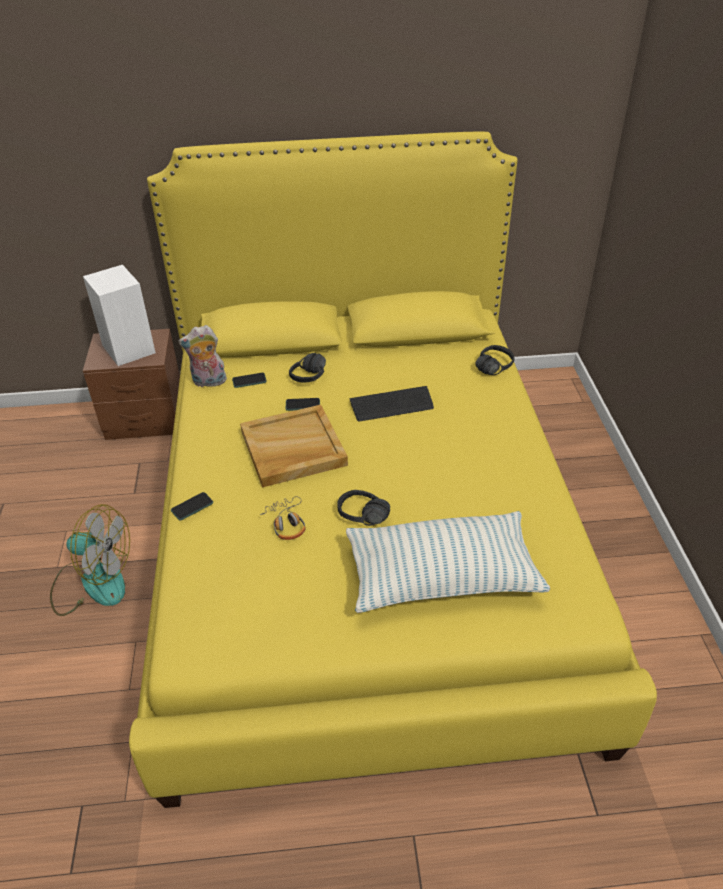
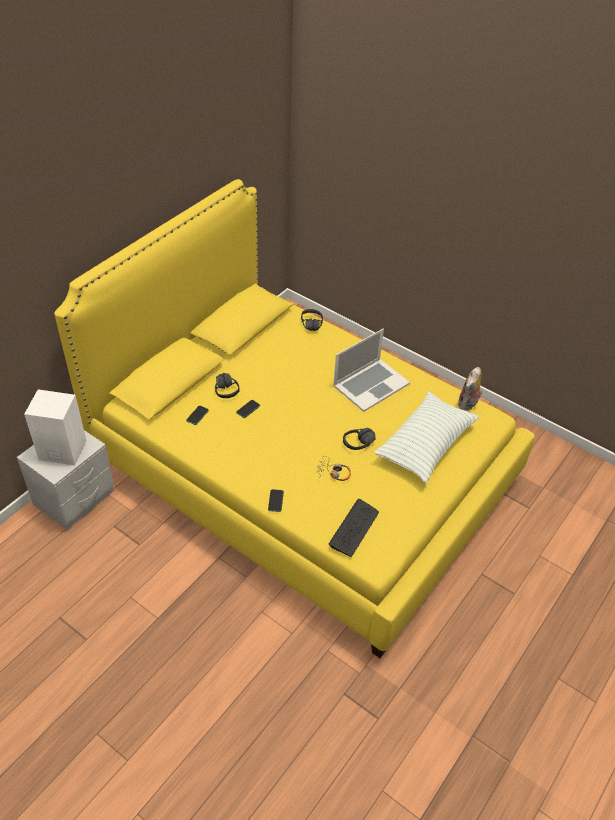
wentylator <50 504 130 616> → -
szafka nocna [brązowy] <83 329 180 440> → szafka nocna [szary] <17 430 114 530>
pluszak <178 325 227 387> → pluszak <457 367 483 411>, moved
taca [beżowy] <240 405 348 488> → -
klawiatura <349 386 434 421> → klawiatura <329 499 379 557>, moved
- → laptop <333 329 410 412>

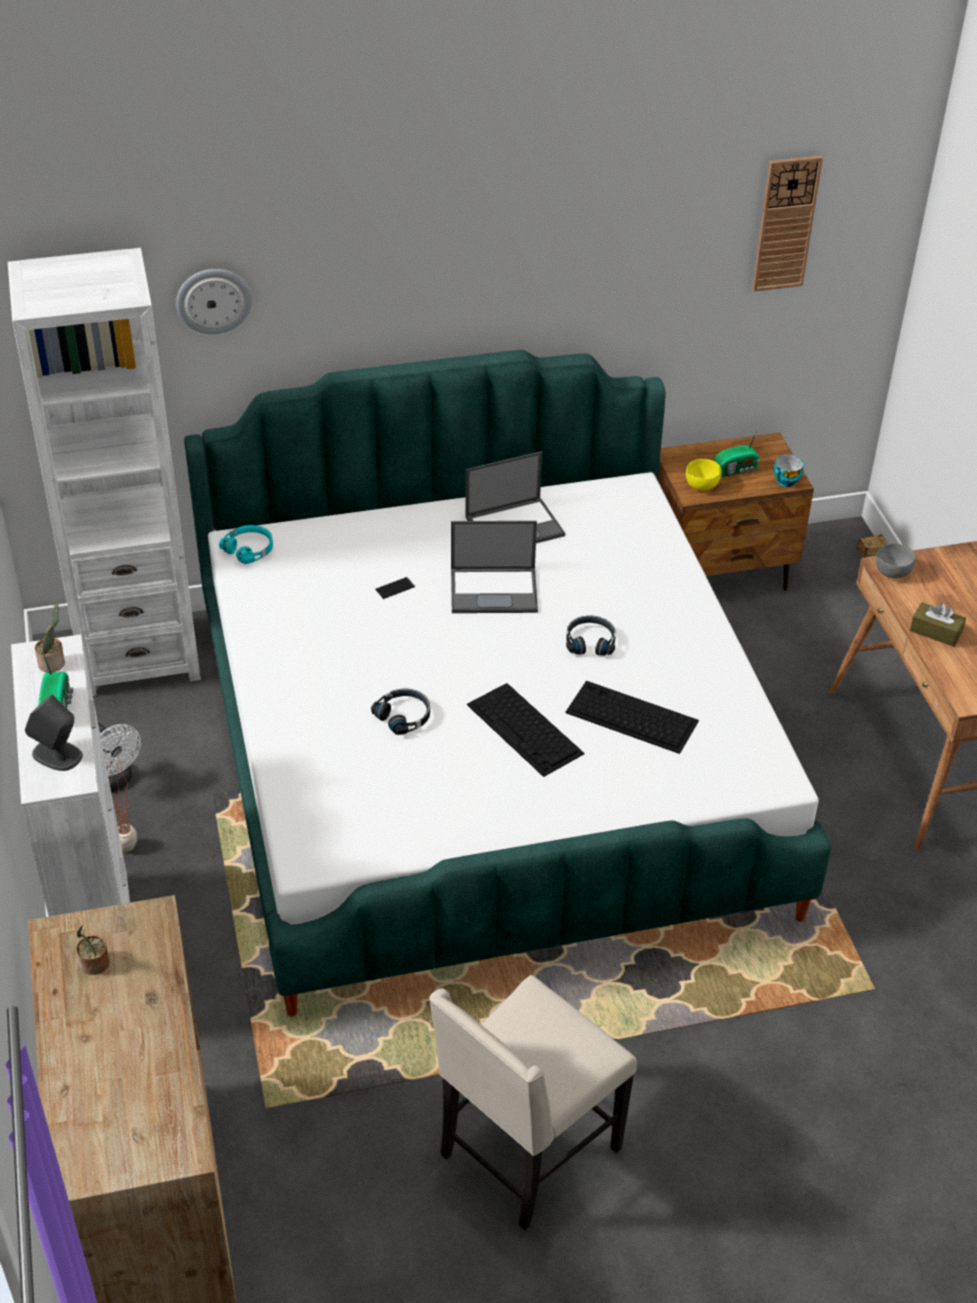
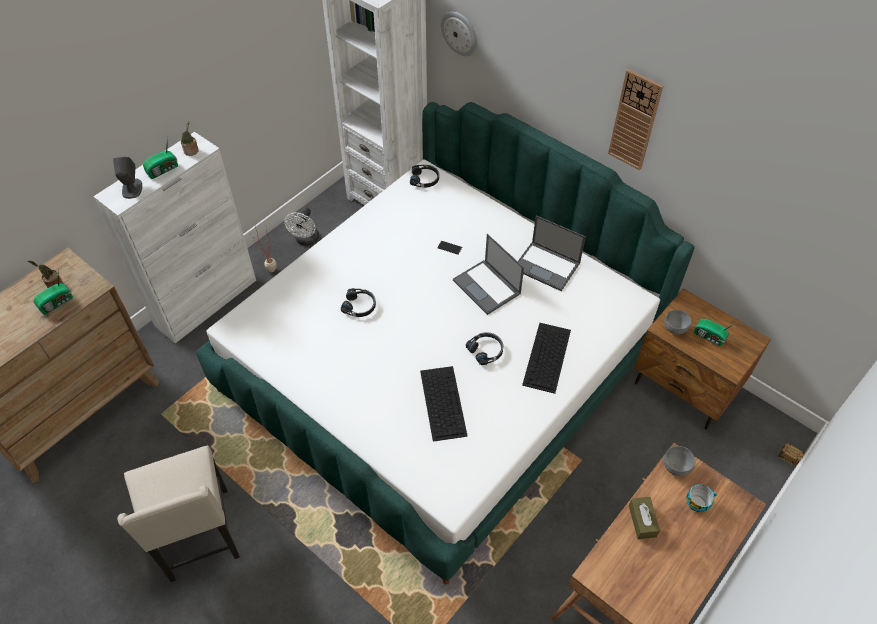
słuchawki [turkusowy] <219 525 273 564> → słuchawki [czarny] <410 165 439 187>
krzesło [beżowy] <429 975 637 1230> → krzesło [beżowy] <117 446 240 582>, 120 degrees counterclockwise
klawiatura <467 683 585 777> → klawiatura <522 323 571 394>, moved
miska [żółty] <686 459 722 491> → miska [szary] <664 310 692 335>
zegar ścienny <753 156 823 291> → zegar ścienny <608 69 663 170>, moved
filiżanka <774 455 803 487> → filiżanka <687 484 717 512>, moved
- → radio <34 271 73 315>

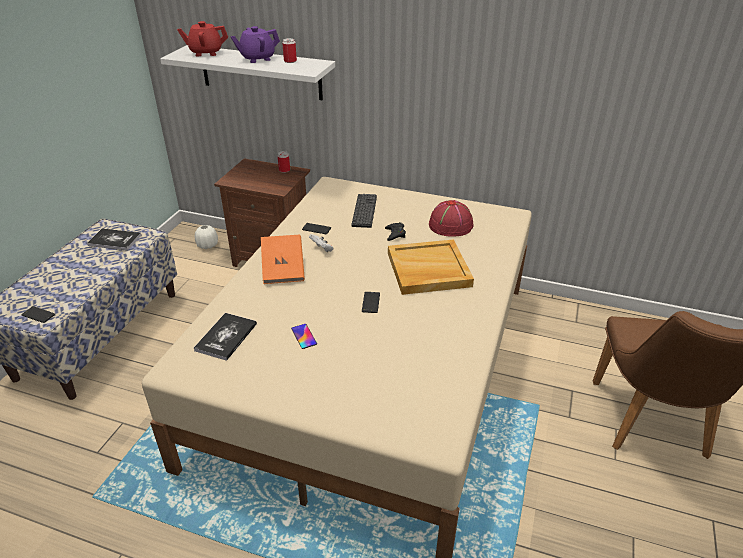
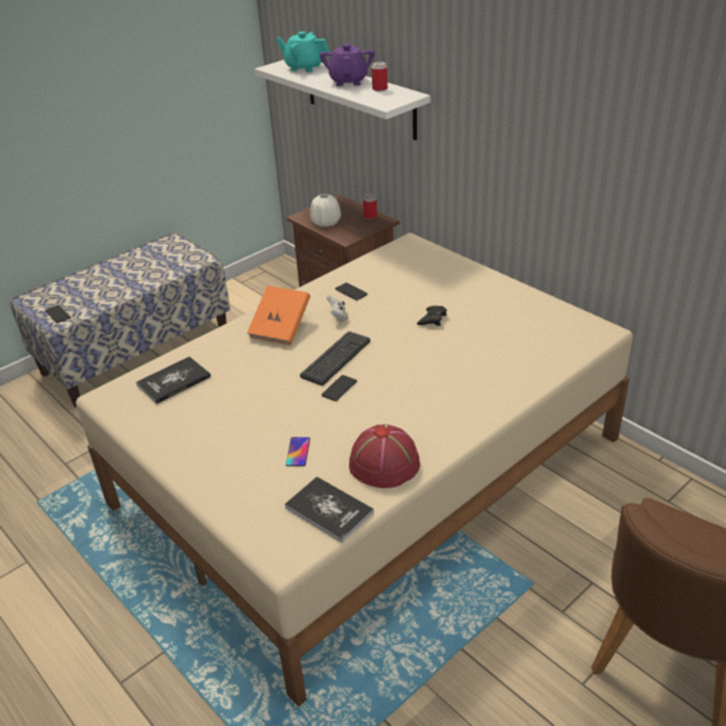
książka <87 229 141 251> → książka <285 477 374 543>, moved
imbryk [czerwony] <177 21 228 57> → imbryk [turkusowy] <276 31 329 72>
wazon [biały] <195 225 218 249> → wazon [biały] <310 194 341 227>, moved
imbryk [fioletowy] <231 26 280 63> → imbryk [fioletowy] <320 44 375 86>, 90 degrees clockwise
telefon <291 324 317 349> → telefon <286 437 310 466>, moved
klawiatura <352 194 377 228> → klawiatura <300 331 370 386>, moved
taca [beżowy] <388 239 474 295> → -
kapelusz [czerwony] <429 200 474 237> → kapelusz [czerwony] <349 425 420 488>, moved

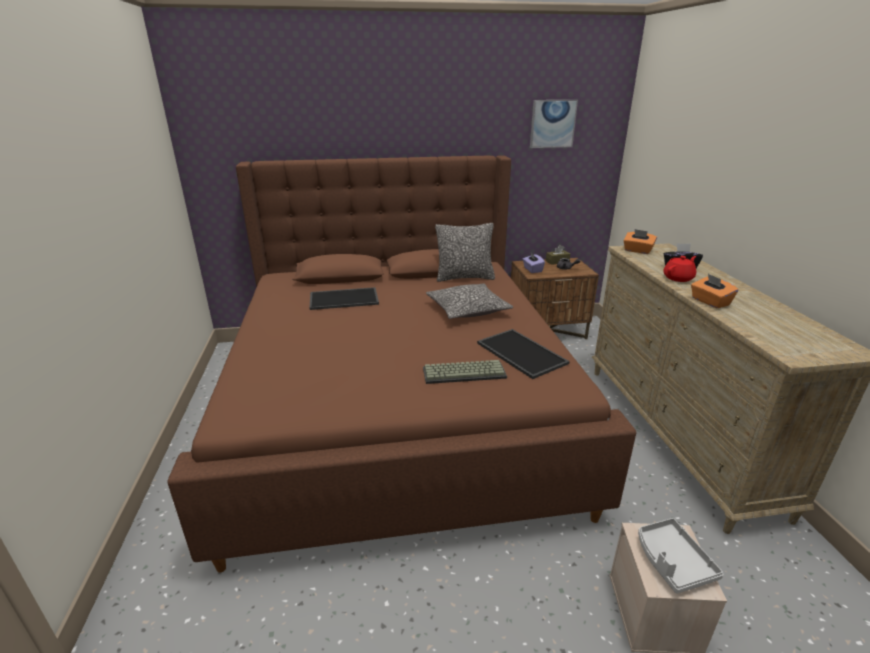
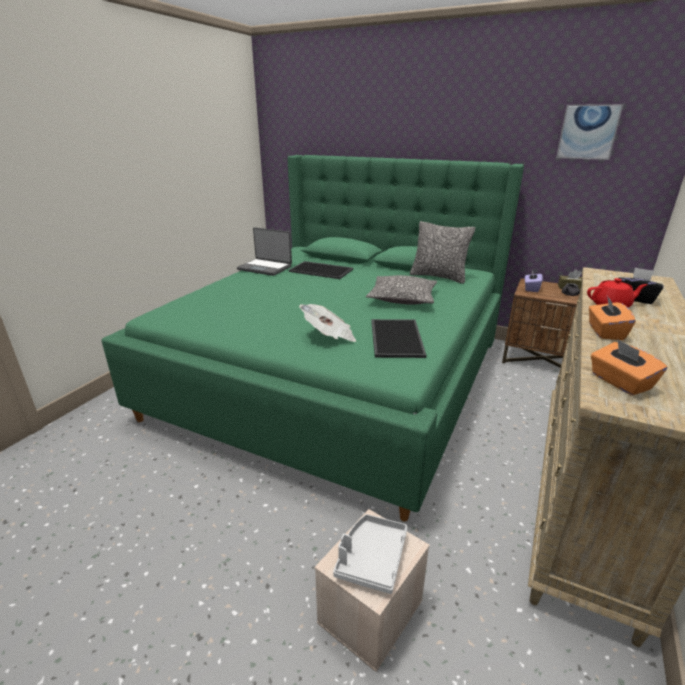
łóżko [brązowy] <168 155 636 573> → łóżko [zielony] <102 155 524 522>
klawiatura <423 360 507 384> → gazeta <299 304 356 342>
pudełko chusteczek [pomarańczowy] <623 229 657 254> → pudełko chusteczek [pomarańczowy] <591 340 667 395>, moved
- → laptop <237 227 292 276>

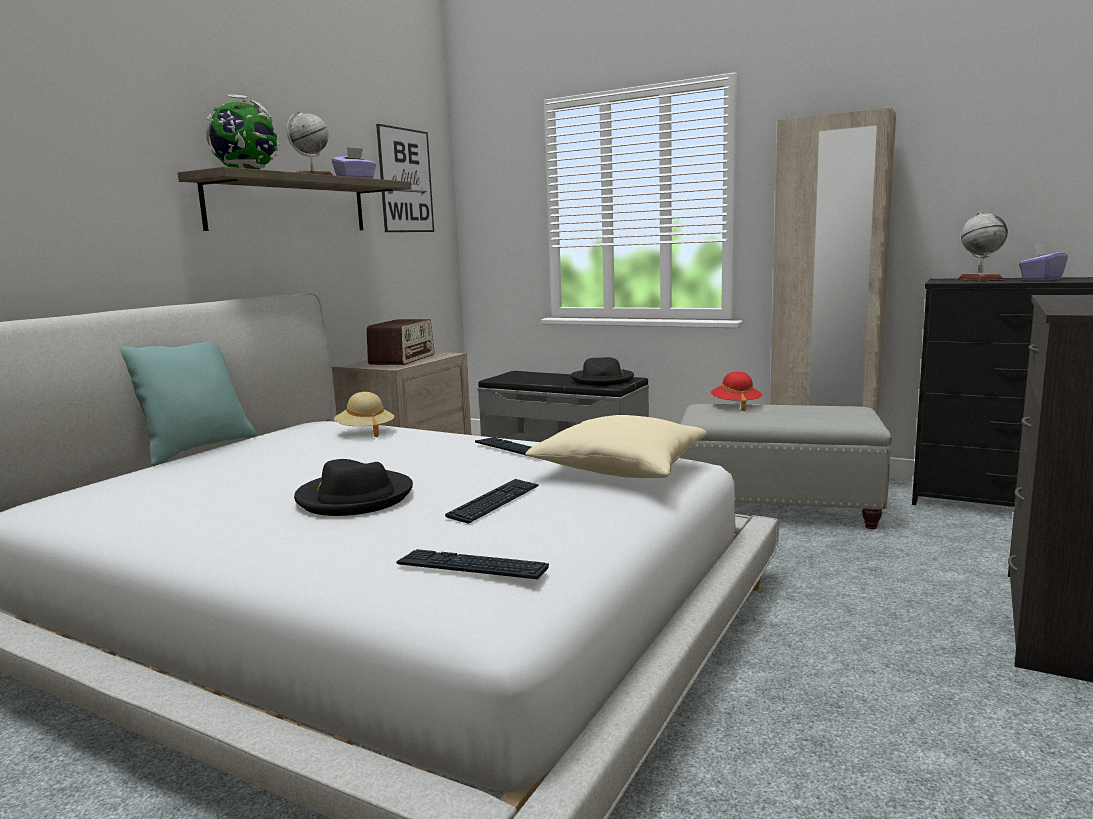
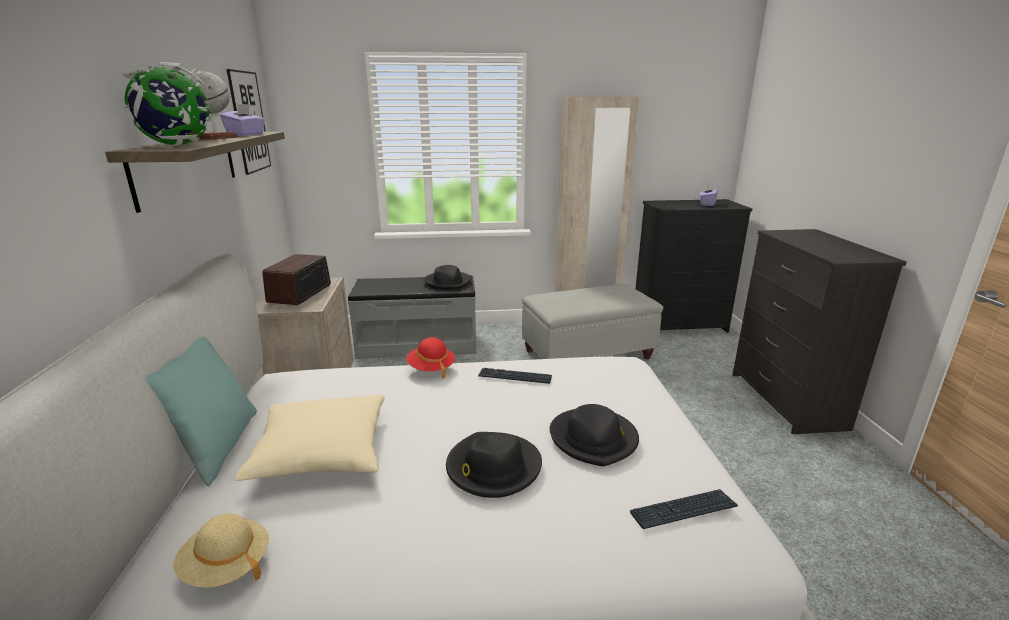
kapelusz [beżowy] <334 392 394 437> → kapelusz [beżowy] <173 513 269 587>, moved
radio <367 319 434 365> → radio <262 254 331 305>, 150 degrees counterclockwise
klawiatura <445 479 539 524> → kapelusz [czarny] <550 404 639 466>
poduszka [beżowy] <526 415 707 478> → poduszka [beżowy] <234 395 385 481>, moved
kapelusz [czerwony] <711 371 762 411> → kapelusz [czerwony] <406 337 455 378>, moved
globus <958 211 1008 281> → -

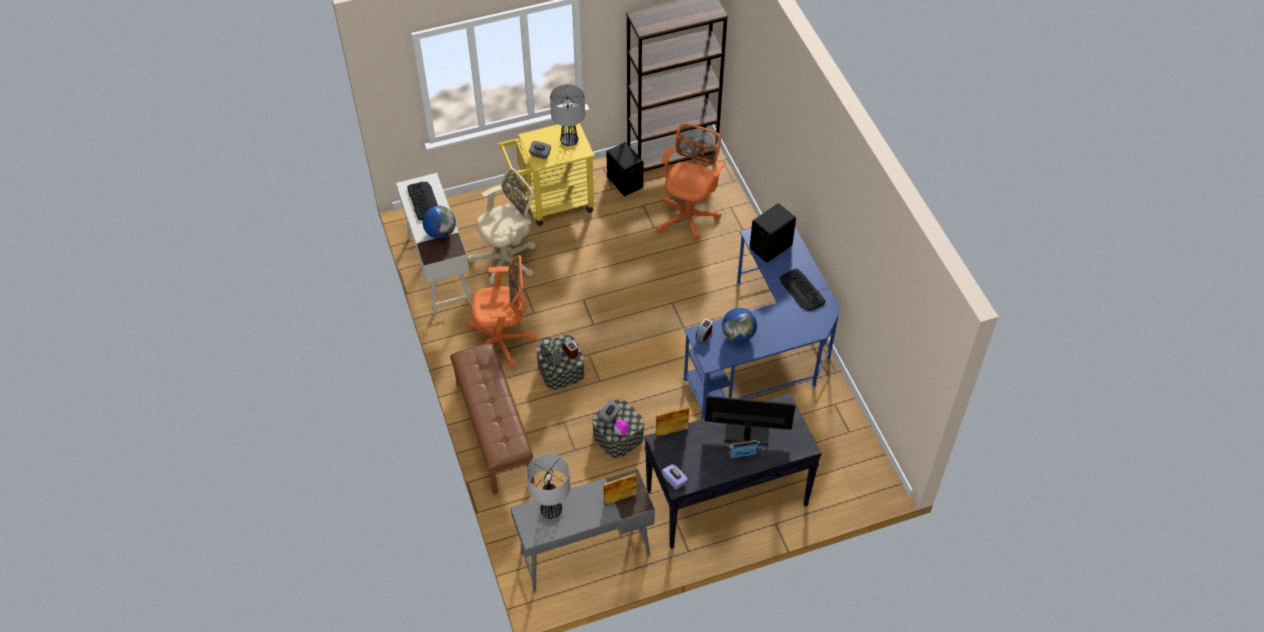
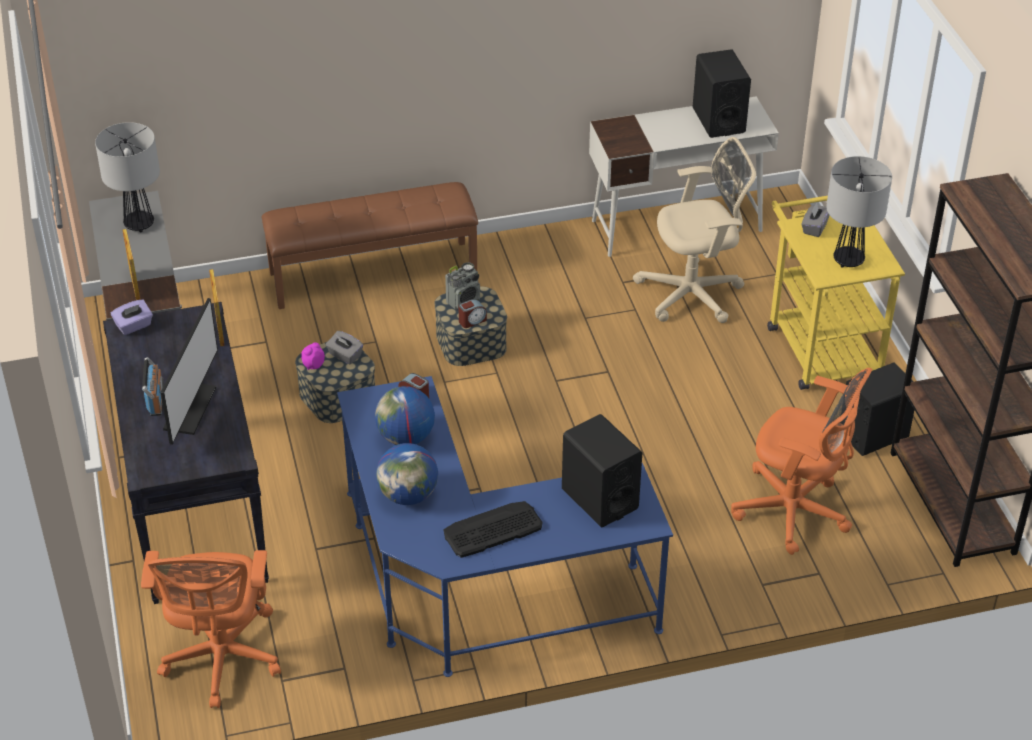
klawiatura <407 182 438 220> → głośnik [czarny] <693 49 751 138>
globus <423 206 456 239> → globus <376 443 438 505>, moved
krzesło biurowe [pomarańczowy] <466 255 536 367> → krzesło biurowe [pomarańczowy] <141 550 281 708>, moved
krzesło biurowe [beżowy] <467 168 536 285> → krzesło biurowe [beżowy] <633 137 756 323>, 75 degrees counterclockwise

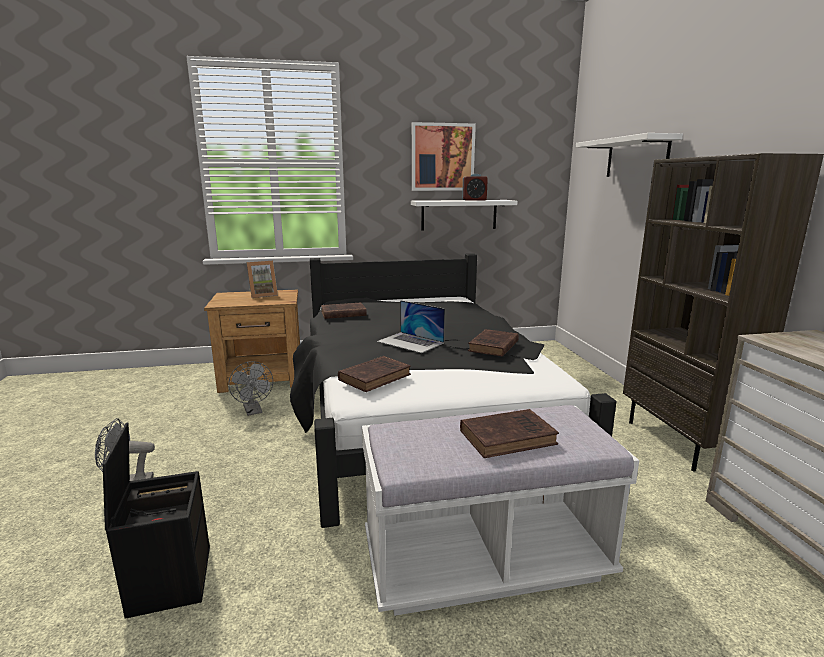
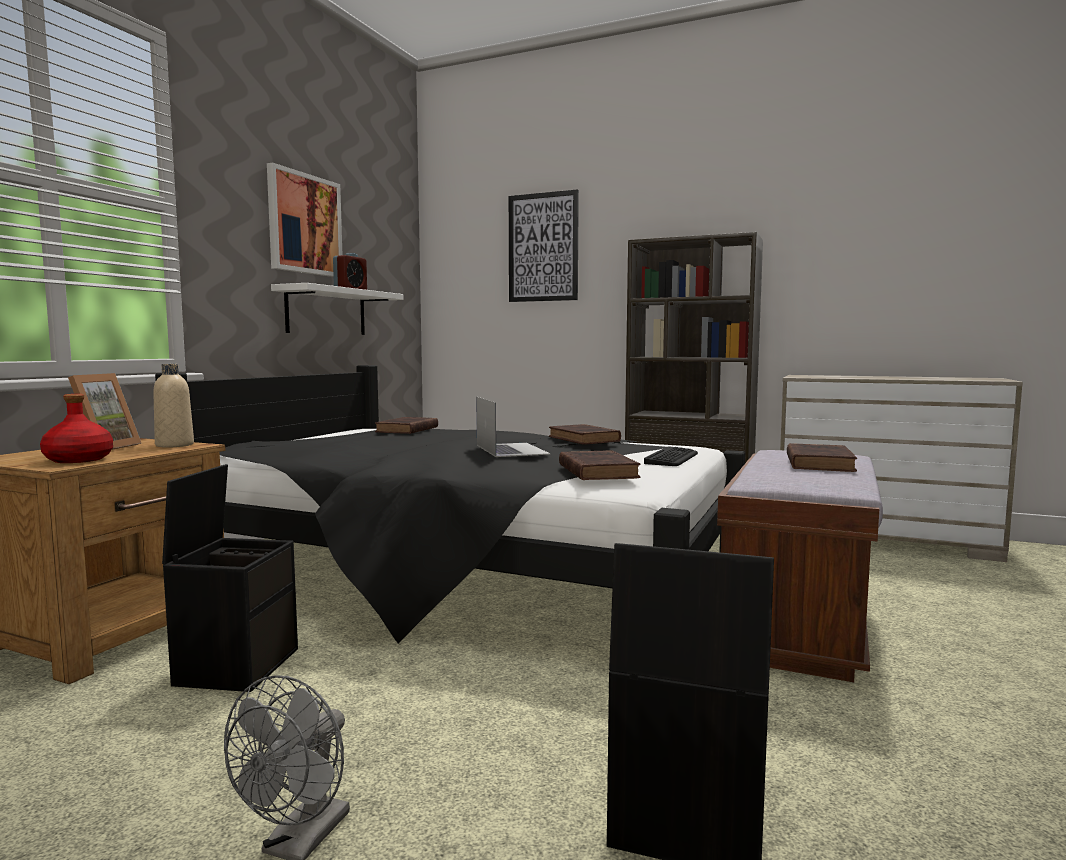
wentylator [szary] <228 361 273 416> → pojemnik do przechowywania [czarny] <162 464 298 692>
książka [brązowy] <321 303 367 319> → książka [brązowy] <375 417 438 434>, moved
ławka [biały] <362 405 639 616> → ławka [brązowy] <717 450 883 682>
laptop <377 300 445 353> → laptop <476 397 550 457>, 90 degrees counterclockwise
półka [biały] <576 133 683 177> → obraz <509 189 579 302>
- → butelka [czerwony] <40 394 113 463>
- → butelka [beżowy] <153 364 194 448>
- → klawiatura <644 446 698 466>

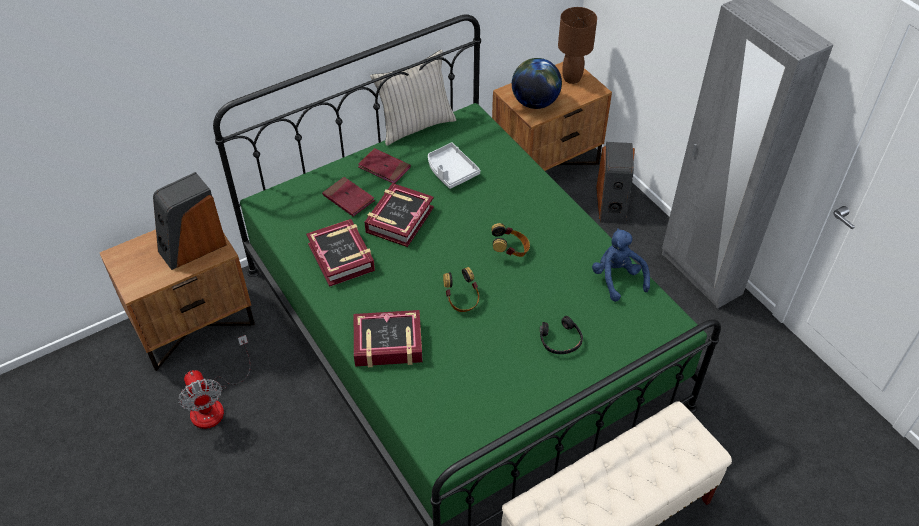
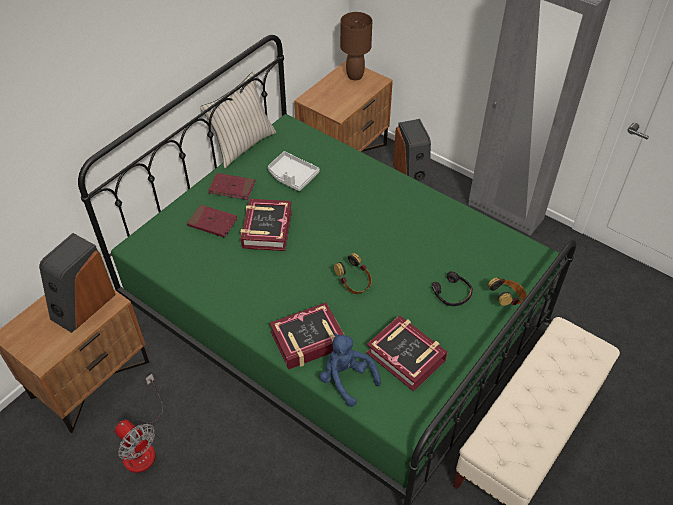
książka <306 219 375 287> → książka <366 315 448 392>, moved
słuchawki <491 223 530 257> → słuchawki <488 277 527 306>, moved
globus <512 58 562 109> → -
pluszak [niebieski] <592 228 650 302> → pluszak [niebieski] <319 333 381 407>, moved

